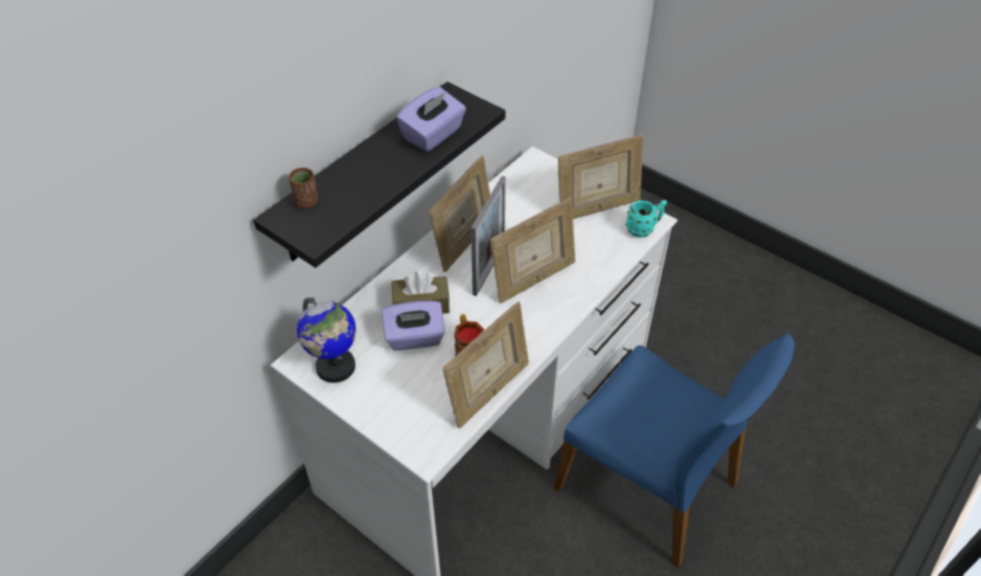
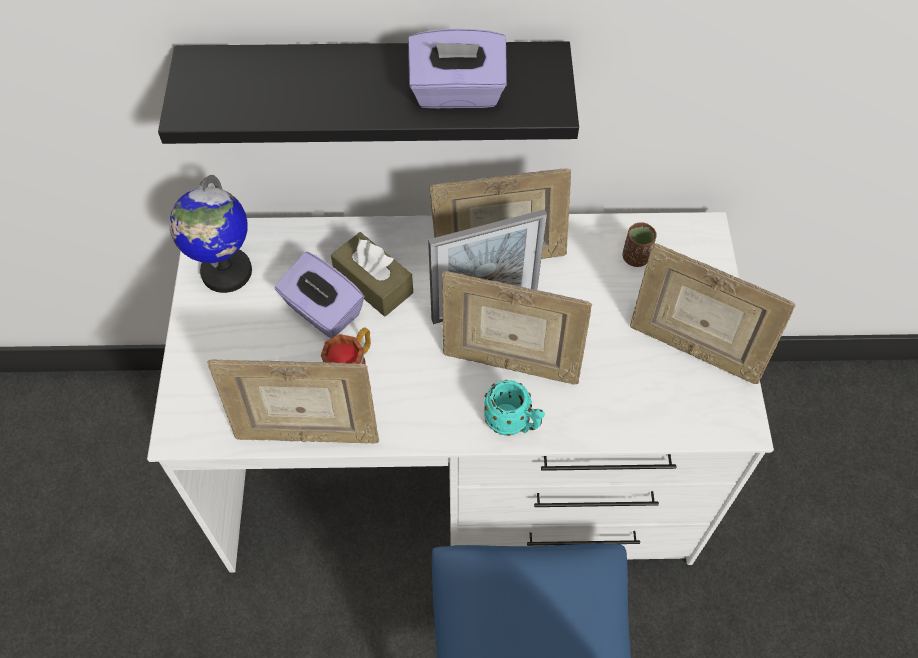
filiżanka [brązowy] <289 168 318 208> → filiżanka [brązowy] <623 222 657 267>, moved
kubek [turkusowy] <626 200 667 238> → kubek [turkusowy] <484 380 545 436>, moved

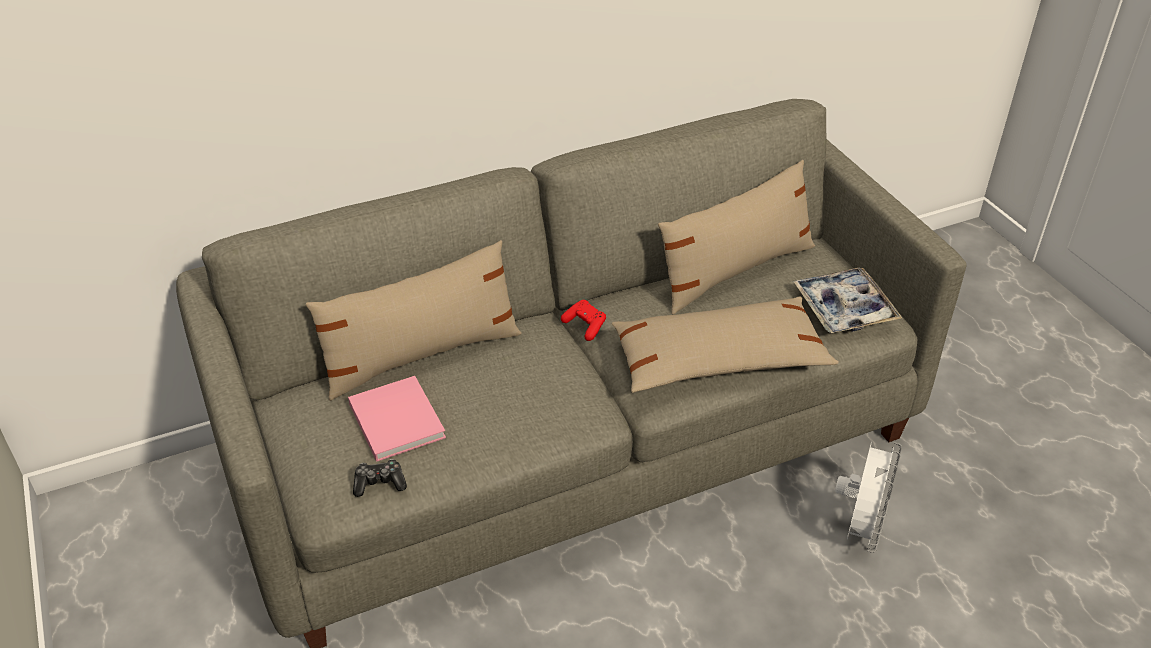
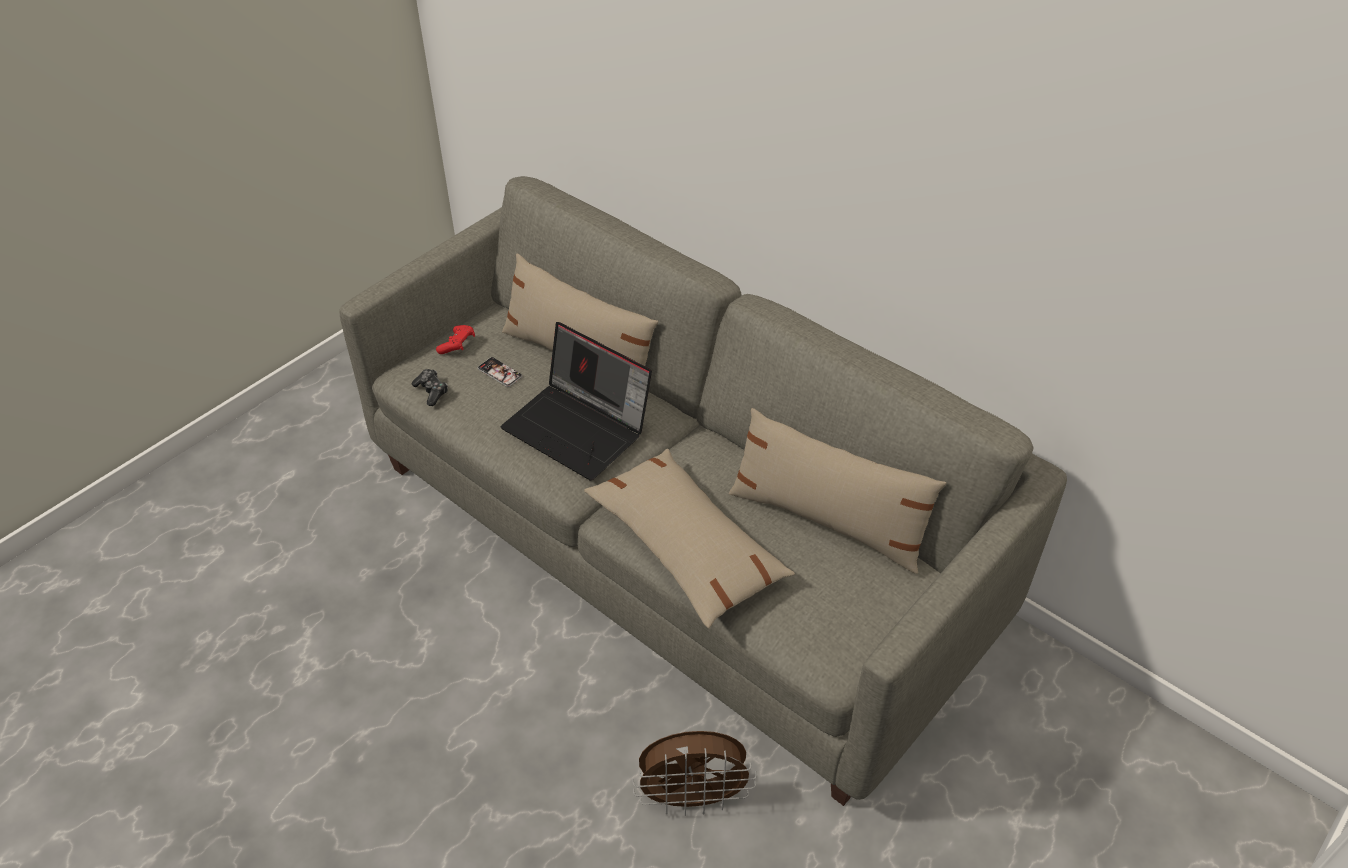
książka [różowy] <348 376 446 462> → telefon <478 357 522 387>
pad do gier [czerwony] <561 300 606 341> → pad do gier [czerwony] <436 325 475 354>, moved
taca <793 267 902 333> → -
wentylator [biały] <835 441 902 553> → wentylator [brązowy] <632 731 757 816>
- → laptop <501 322 652 481>

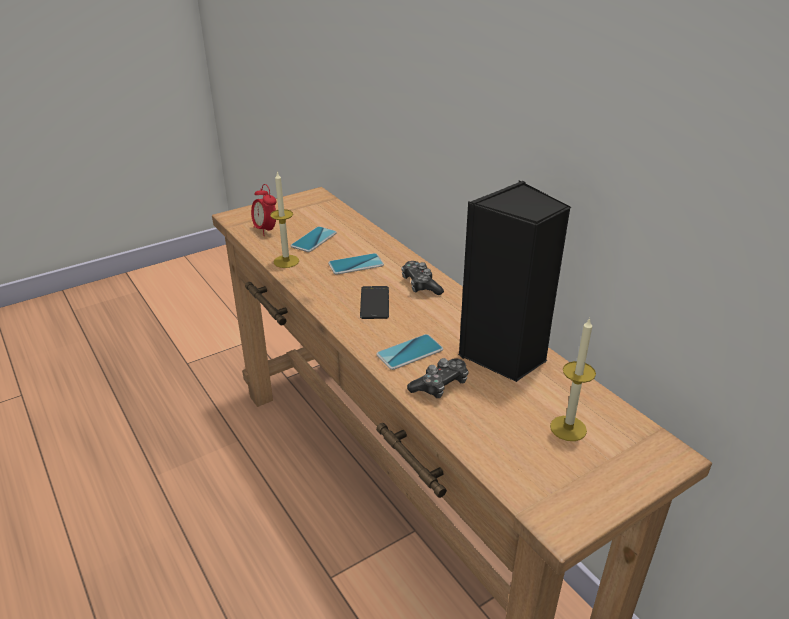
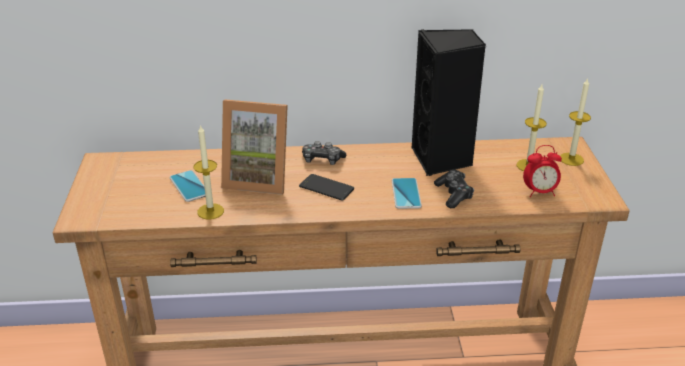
budzik <251 184 276 236> → budzik <523 145 562 197>, moved
telefon <328 253 384 275> → ramka na zdjęcie <221 100 288 195>
- → świeca <560 78 591 166>

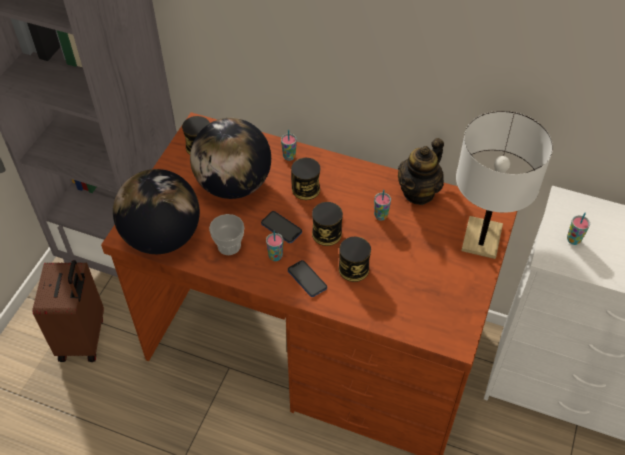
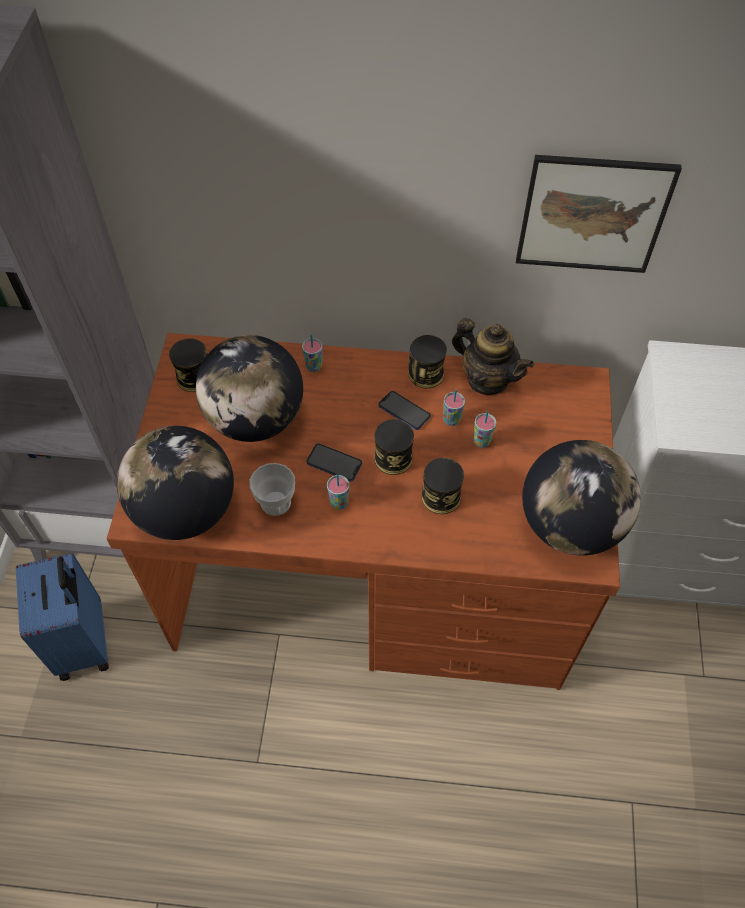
walizka [brązowy] <32 260 104 362> → walizka [niebieski] <16 553 109 681>
telefon <288 260 327 297> → telefon <378 391 431 430>, moved
puszka <291 158 320 200> → puszka <409 335 447 388>, moved
imbryk <398 138 444 205> → imbryk <452 318 534 395>, 75 degrees counterclockwise
lampa stołowa [biały] <456 111 553 259> → -
filiżanka <567 213 590 245> → filiżanka <474 411 496 448>, moved
- → obraz <516 155 682 273>
- → globus <522 440 641 556>

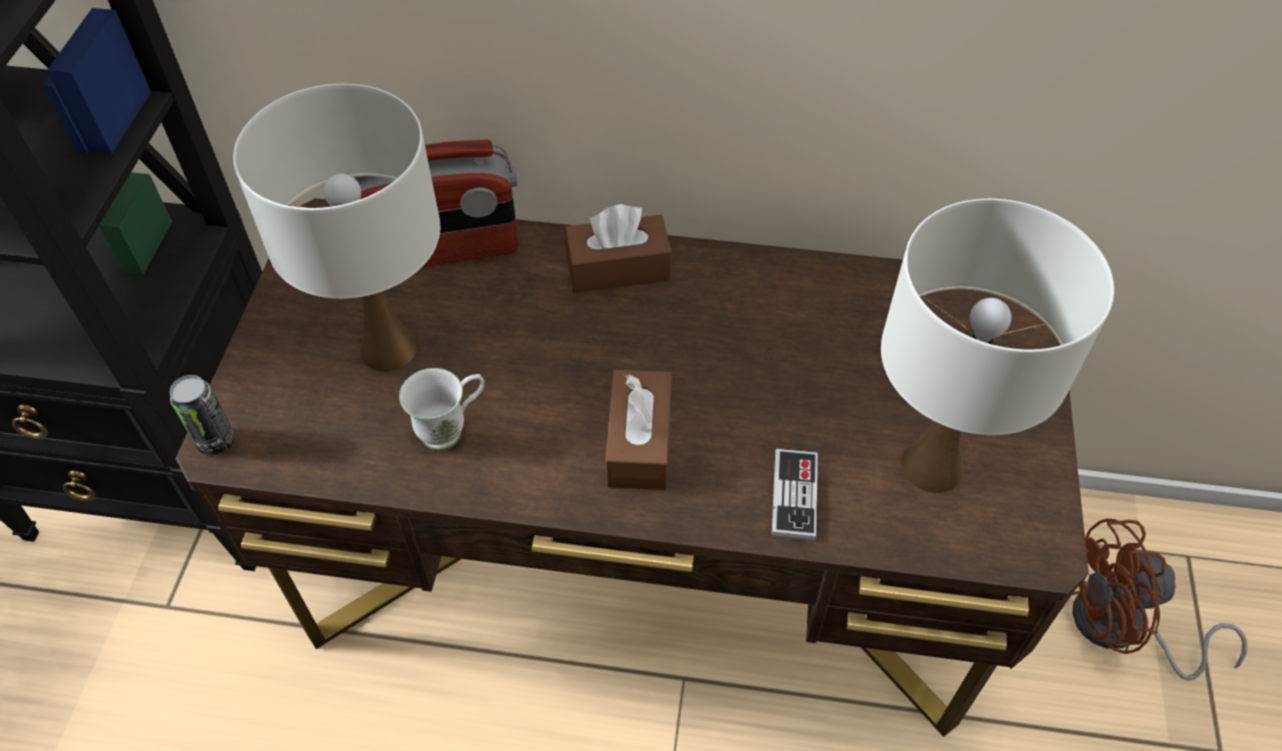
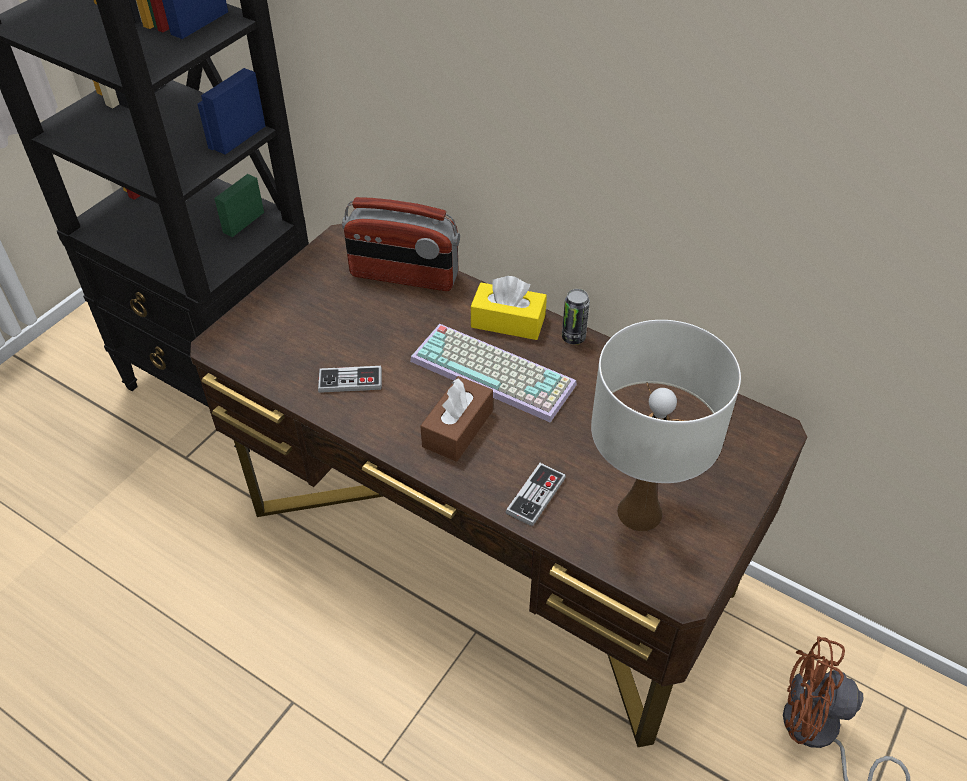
puszka <170 375 235 455> → puszka <562 289 590 345>, moved
lampa stołowa [biały] <233 84 440 372> → -
kubek [biały] <399 368 485 450> → pad do gier <318 366 382 393>
pudełko chusteczek [brązowy] <565 204 672 293> → pudełko chusteczek [żółty] <471 276 547 340>
- → klawiatura <410 324 577 423>

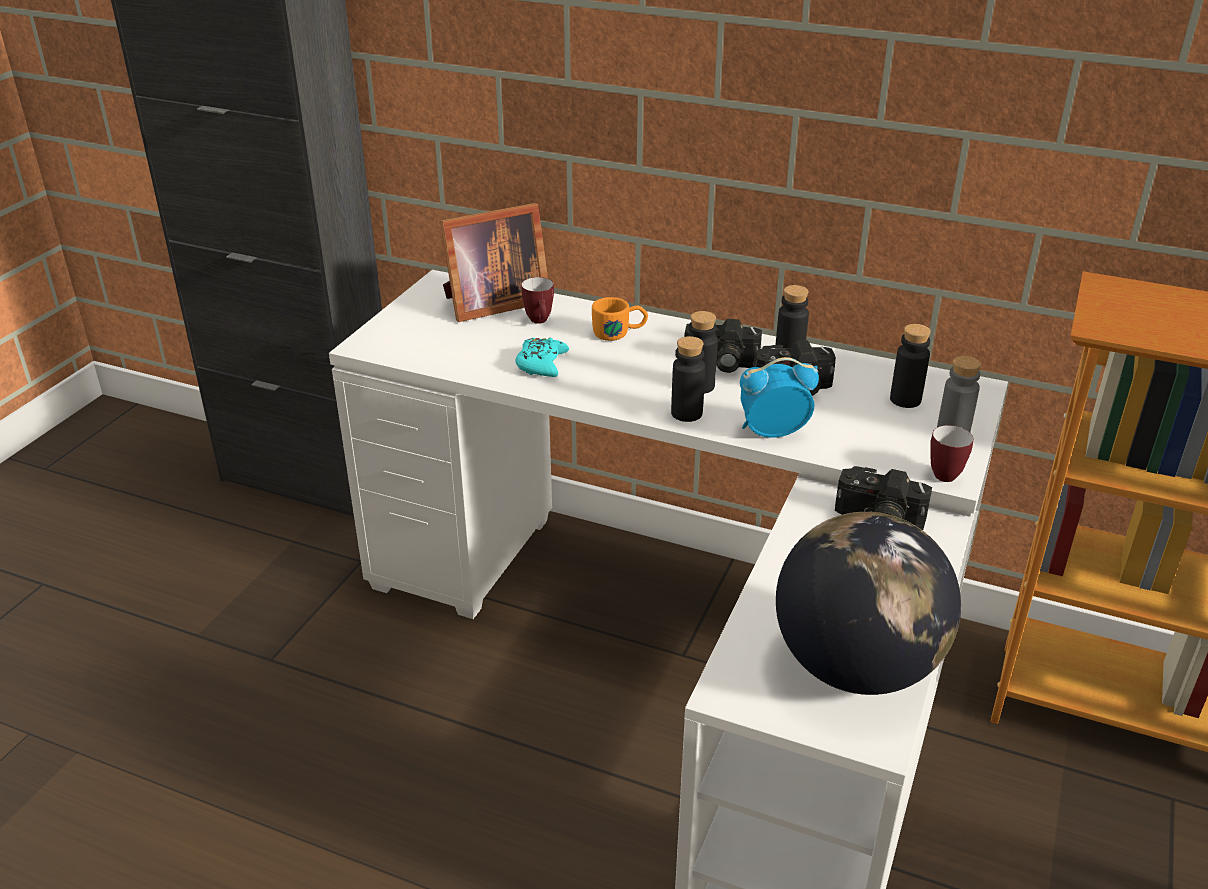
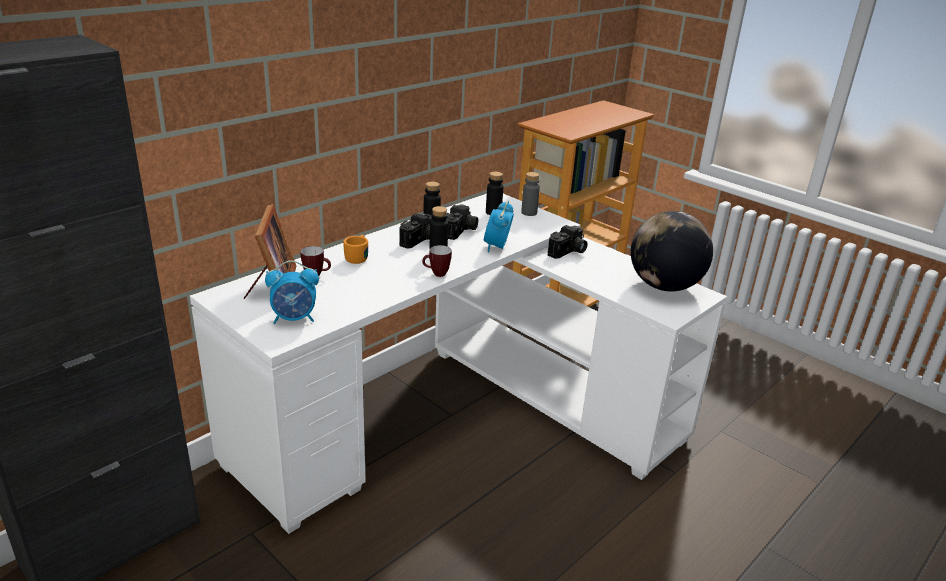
pad do gier [turkusowy] <515 338 569 377> → -
butelka [czarny] <671 336 705 422> → -
kubek <930 425 974 482> → kubek <422 245 452 277>, moved
- → budzik <265 260 319 324>

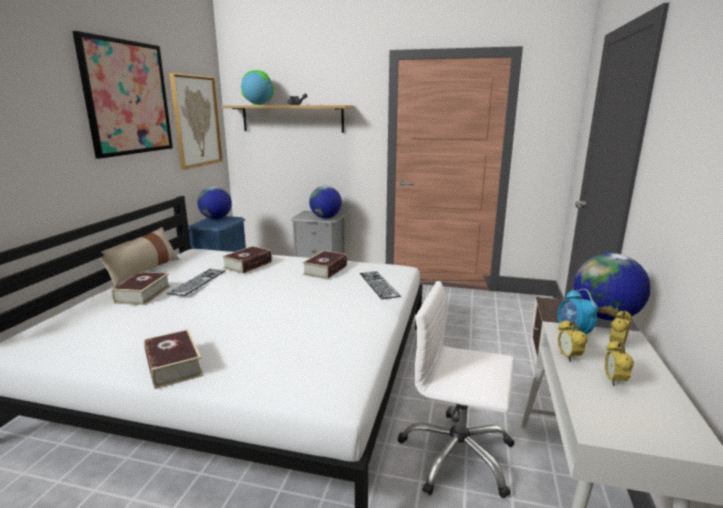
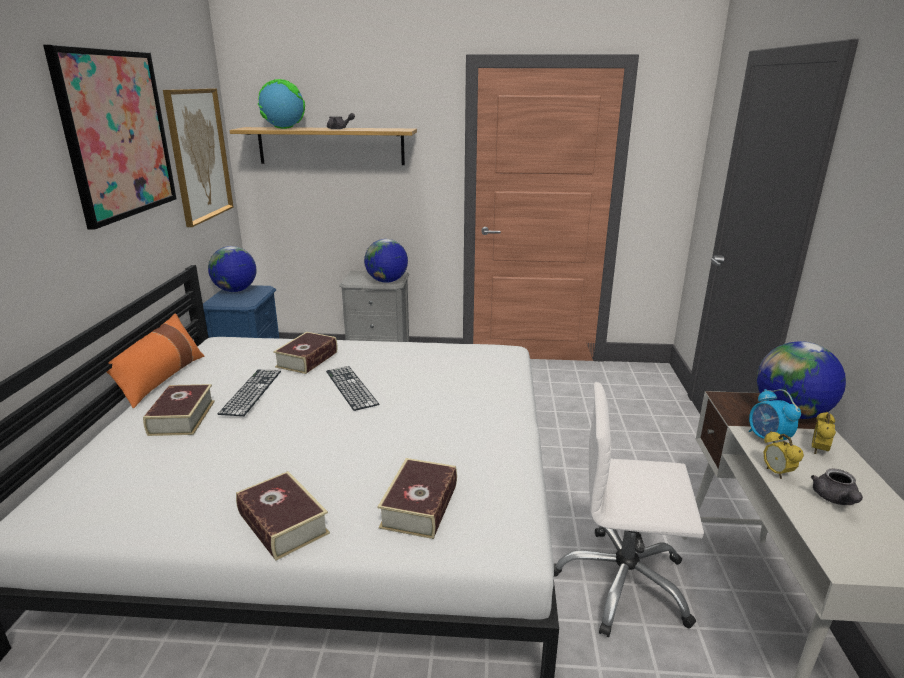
poduszka [beżowy] <99 227 179 287> → poduszka [pomarańczowy] <107 313 204 409>
książka <302 251 347 279> → książka <378 458 457 539>, moved
klawiatura <360 271 401 299> → klawiatura <326 366 379 411>, moved
budzik <605 340 634 386> → imbryk [szary] <811 469 863 505>

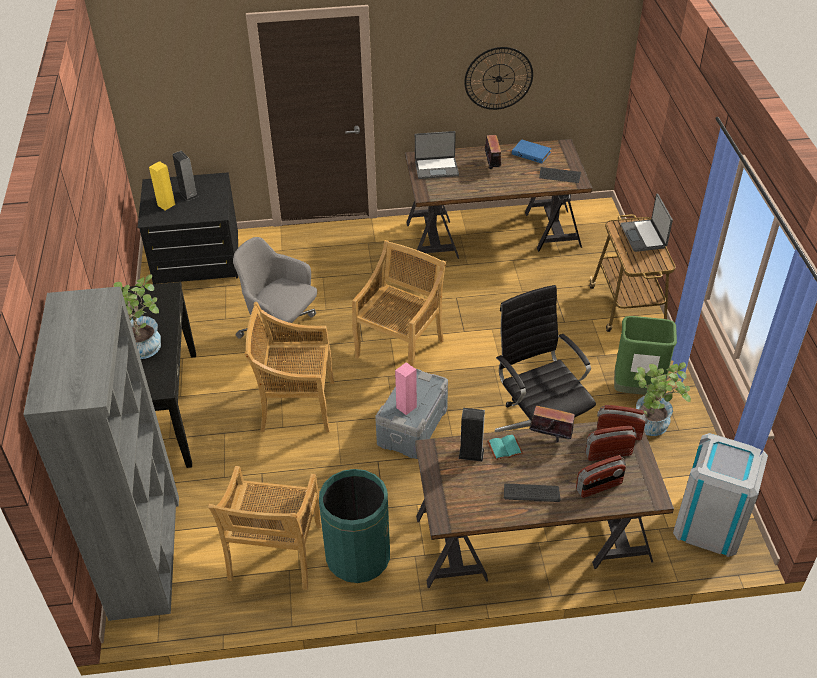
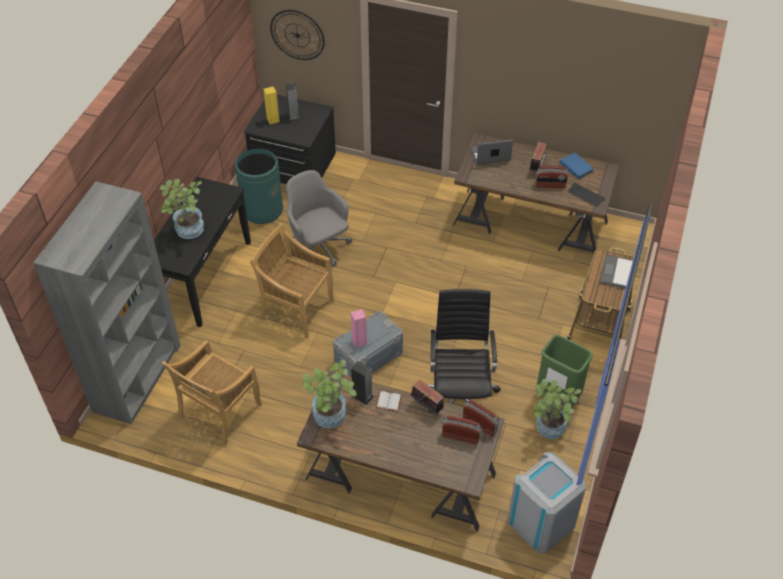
kosz na śmieci [zielony] <319 469 390 583> → kosz na śmieci [zielony] <235 149 283 224>, moved
krzesło [beżowy] <352 240 446 367> → -
laptop <415 131 459 179> → laptop <471 140 513 165>, 150 degrees clockwise
zegar ścienny <464 47 533 110> → zegar ścienny <270 10 325 60>, moved
książka [turkusowy] <487 435 523 460> → książka [biały] <376 391 402 411>
klawiatura <504 483 560 502> → -
radio <576 455 626 498> → radio <536 166 569 188>, moved
- → roślina doniczkowa <303 360 357 428>

